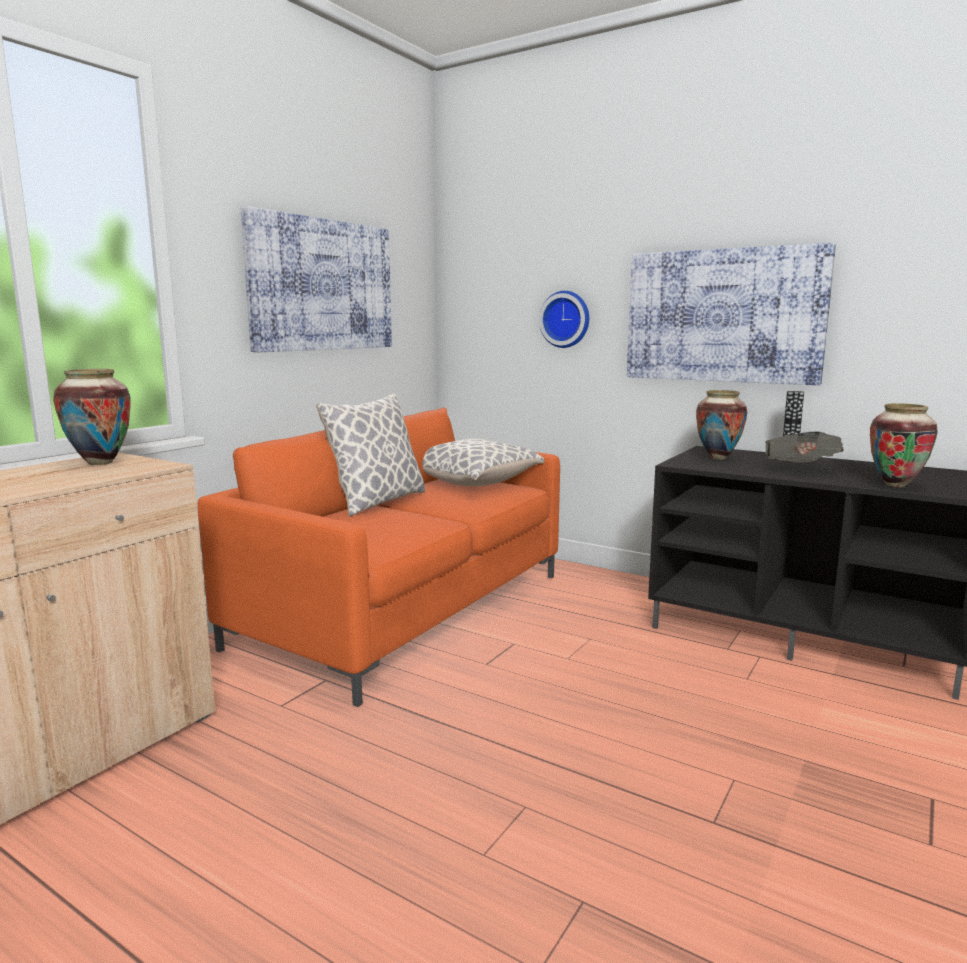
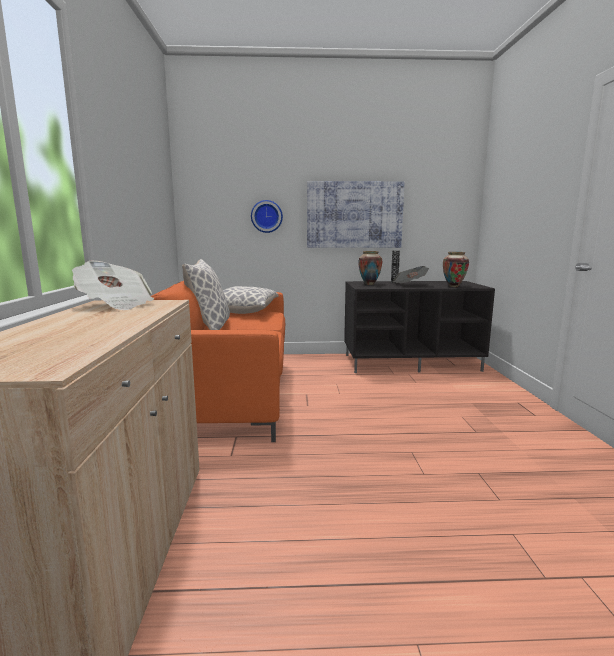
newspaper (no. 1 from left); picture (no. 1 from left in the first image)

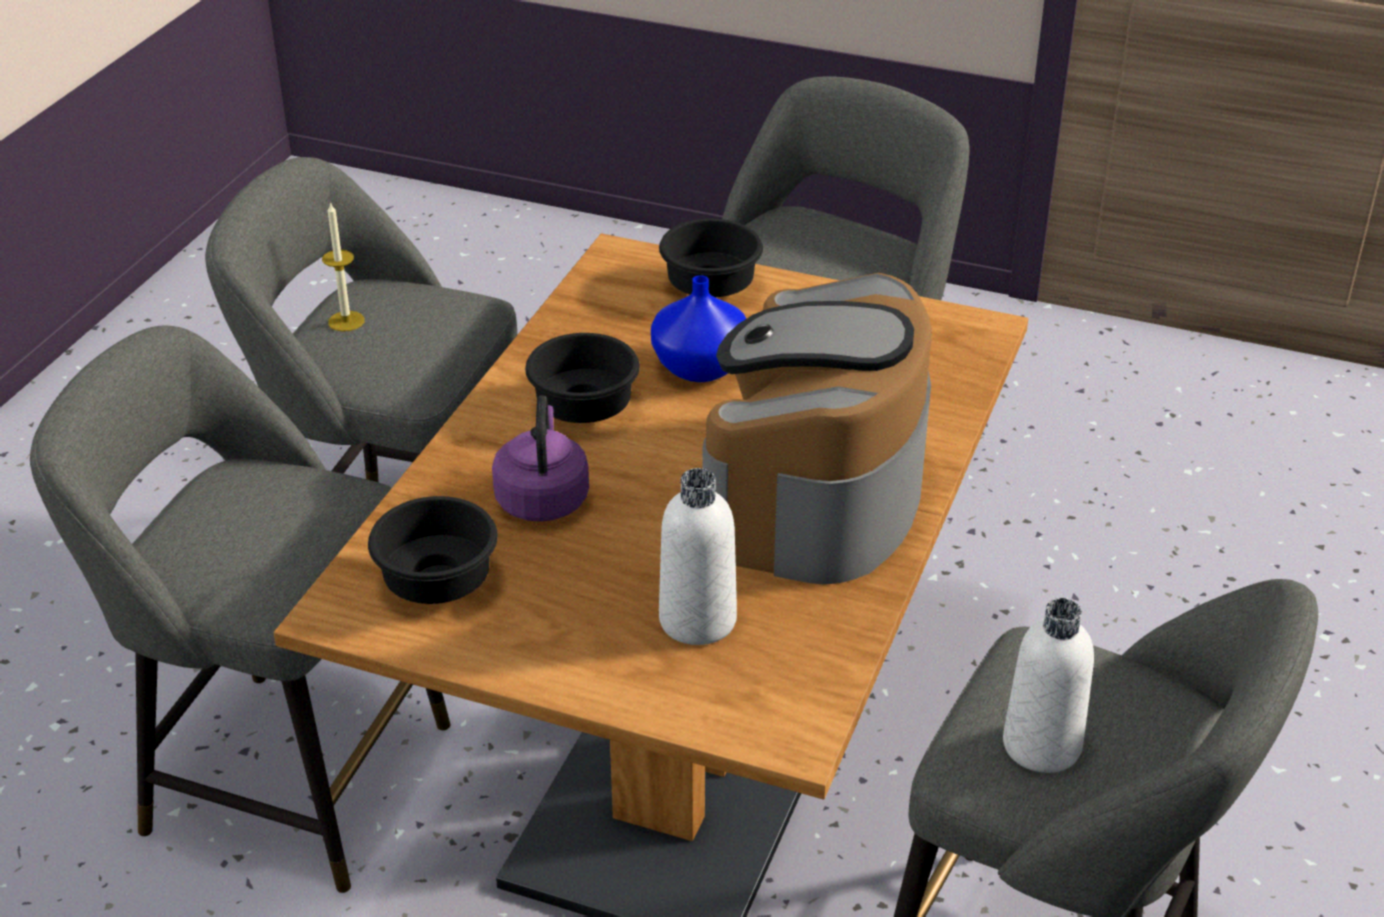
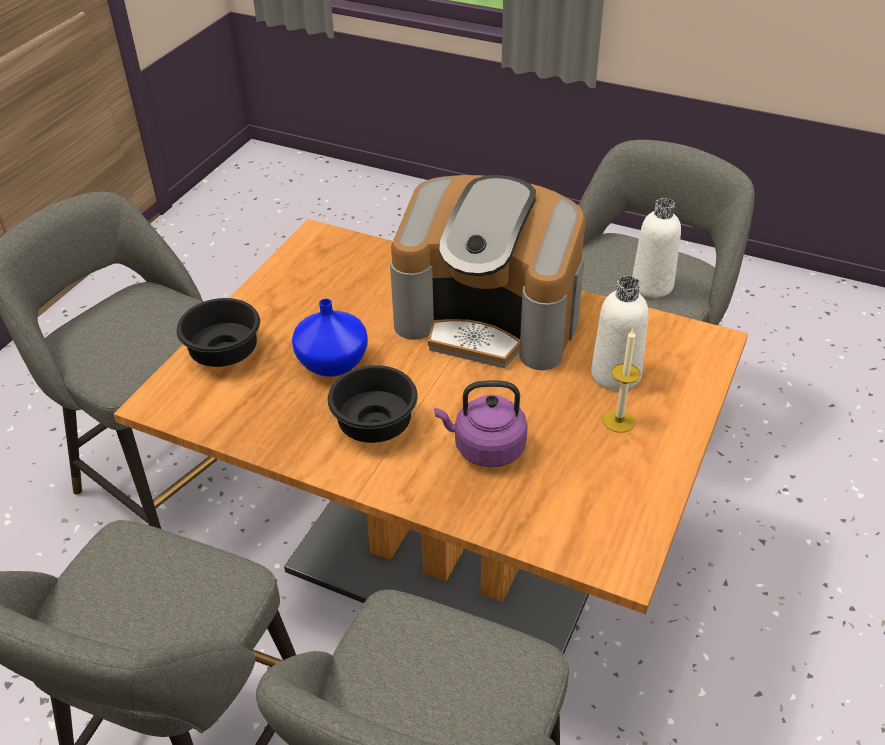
candle; bowl in black (no. 1 from left in the first image)

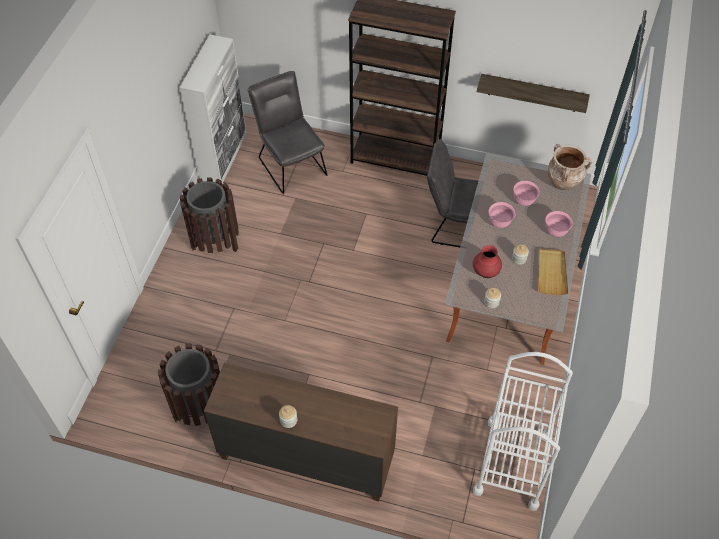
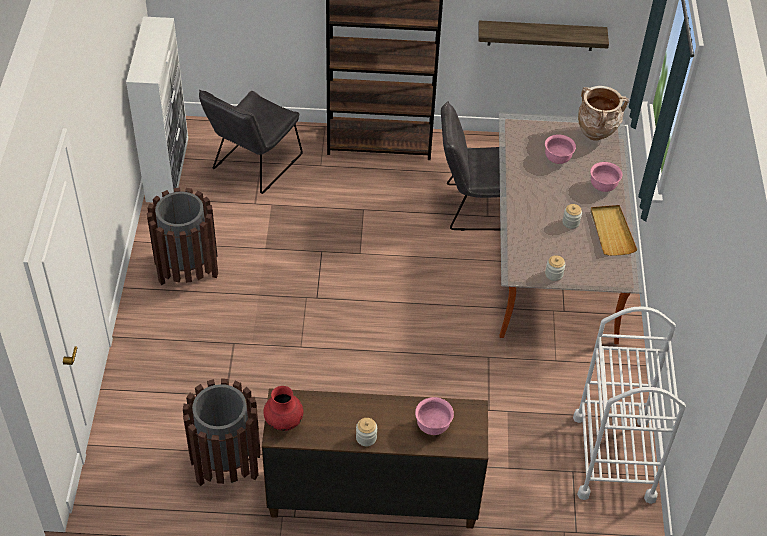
chair in grey (no. 1 from left); vase in red; bowl in pink (no. 1 from left)

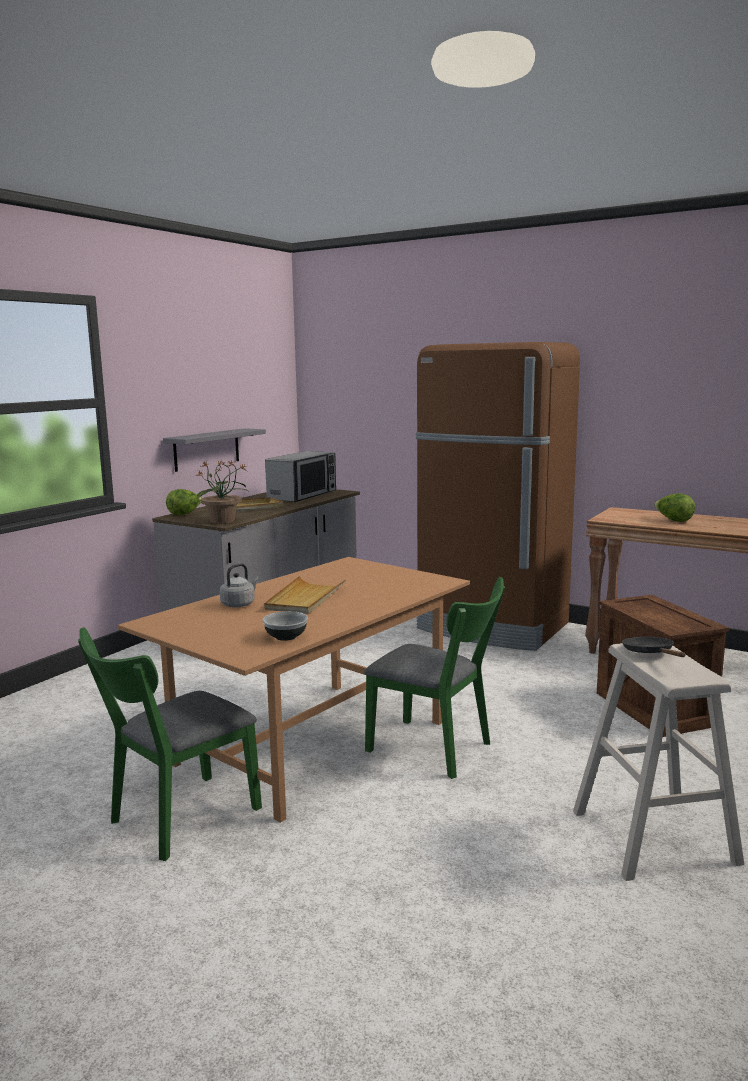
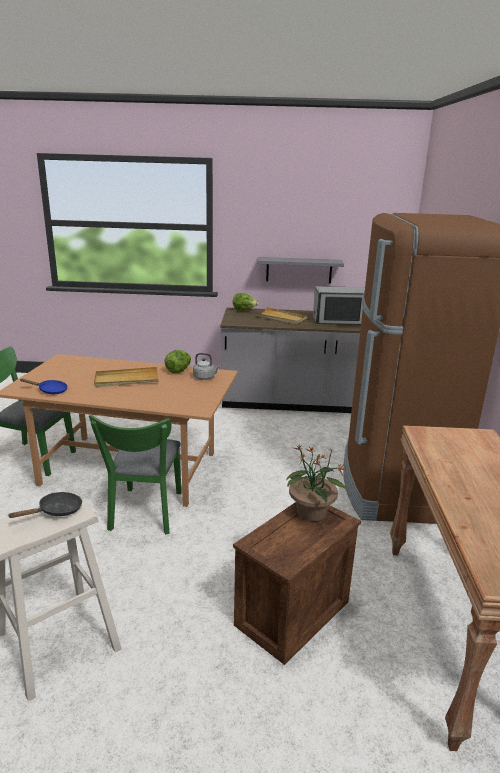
frying pan in blue; lettuce (no. 1 from left); kettle in grey; potted plant

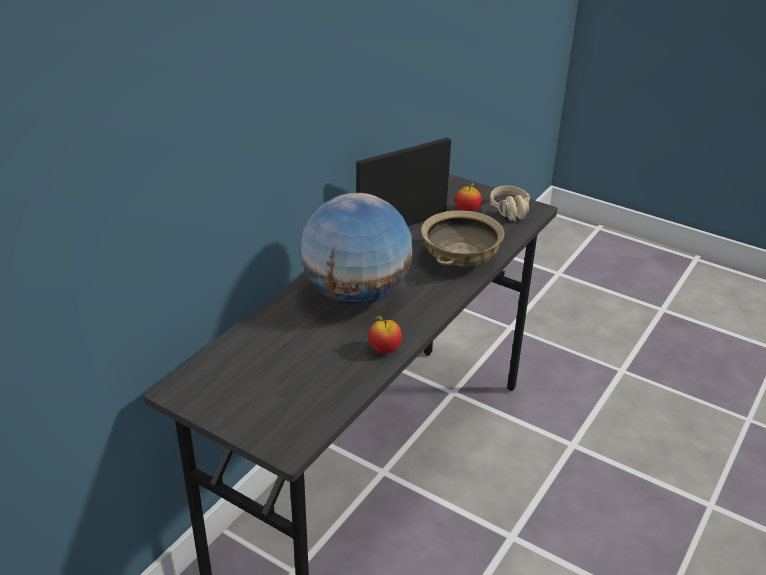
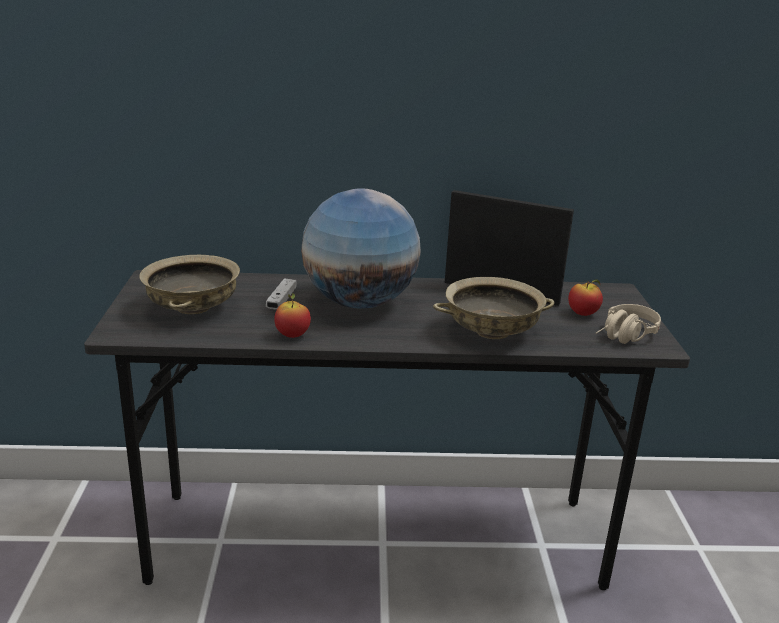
bowl in beige (no. 1 from left); game controller in white

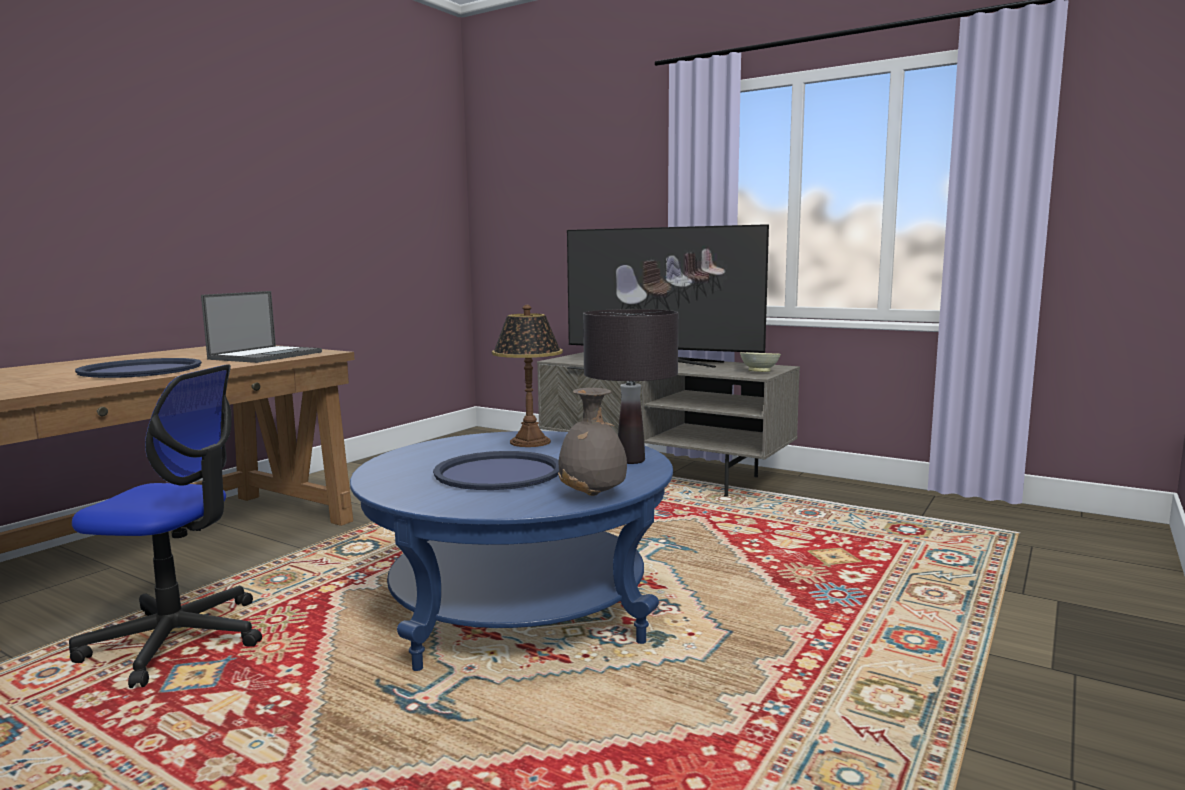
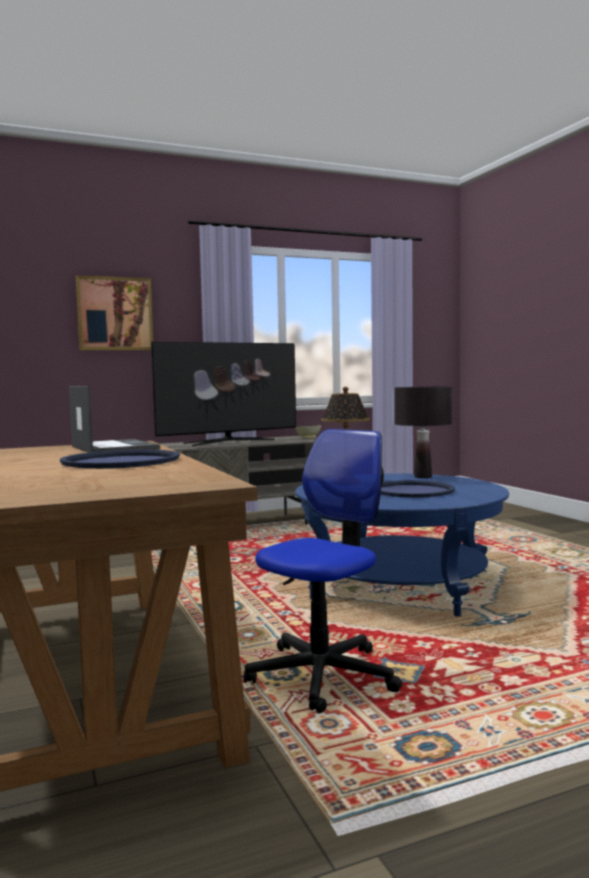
picture; vase in grey

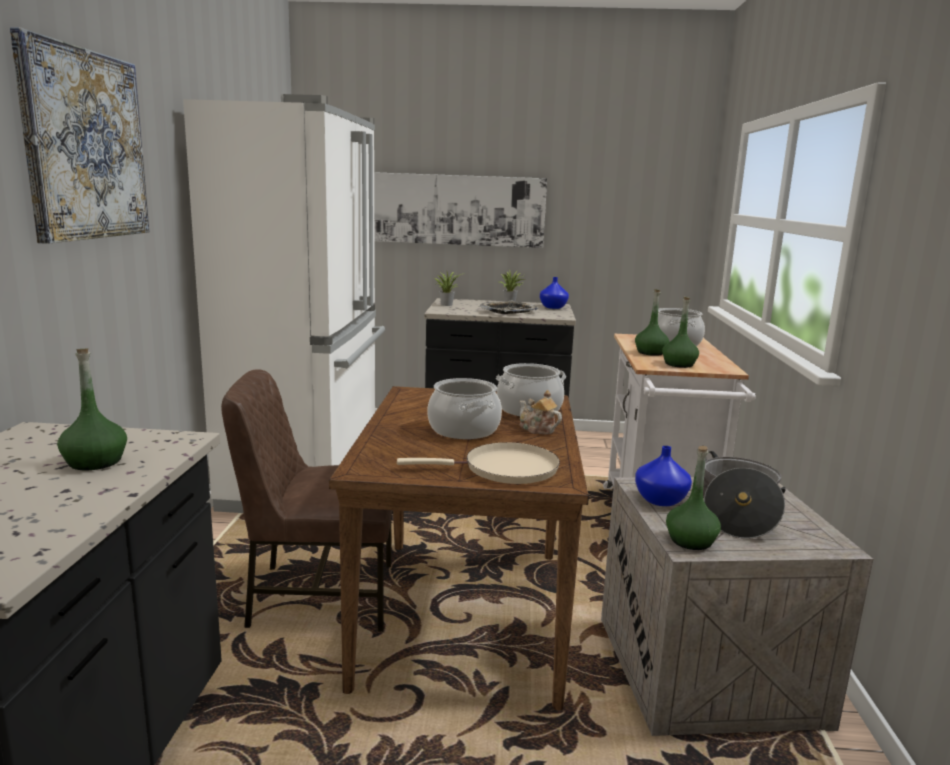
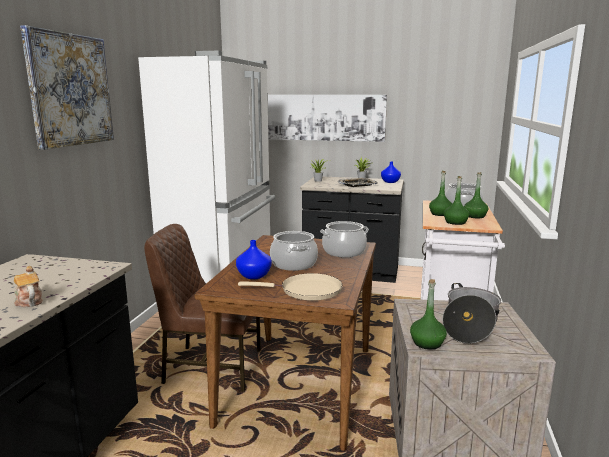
teapot; vase in blue (no. 1 from left); bottle in green (no. 4 from left)

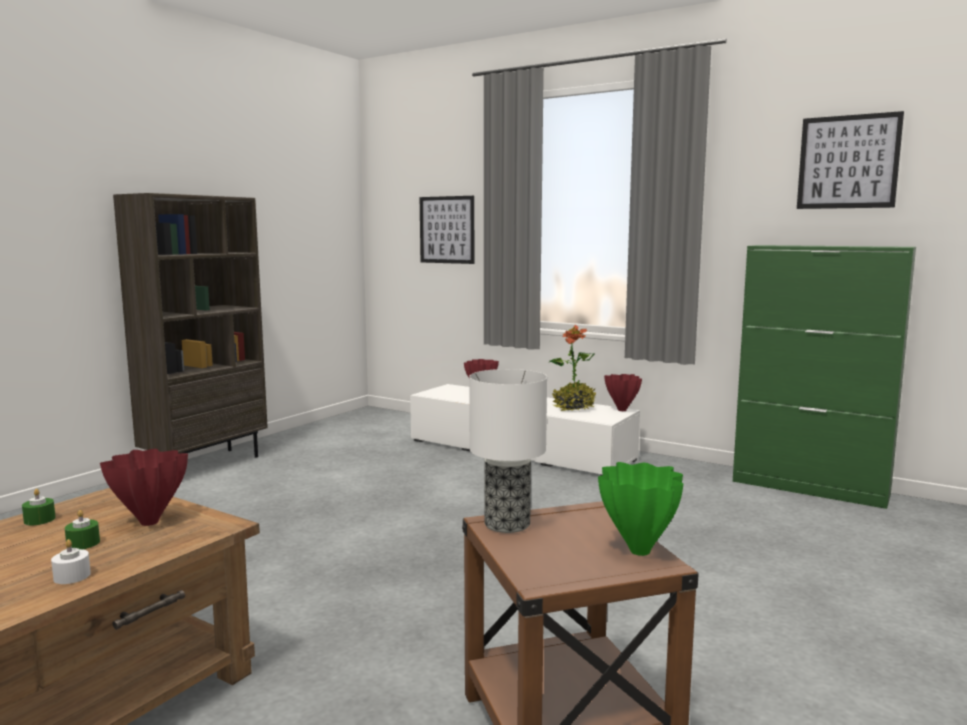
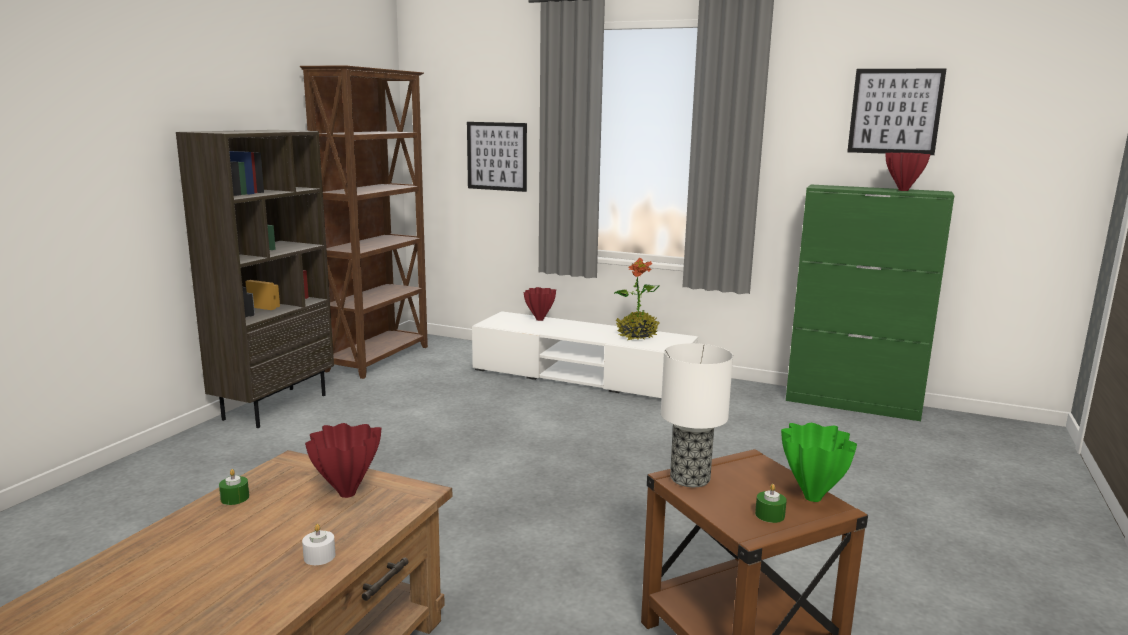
bookcase in brown (no. 2 from left); candle in green (no. 2 from left); vase in red (no. 3 from left)

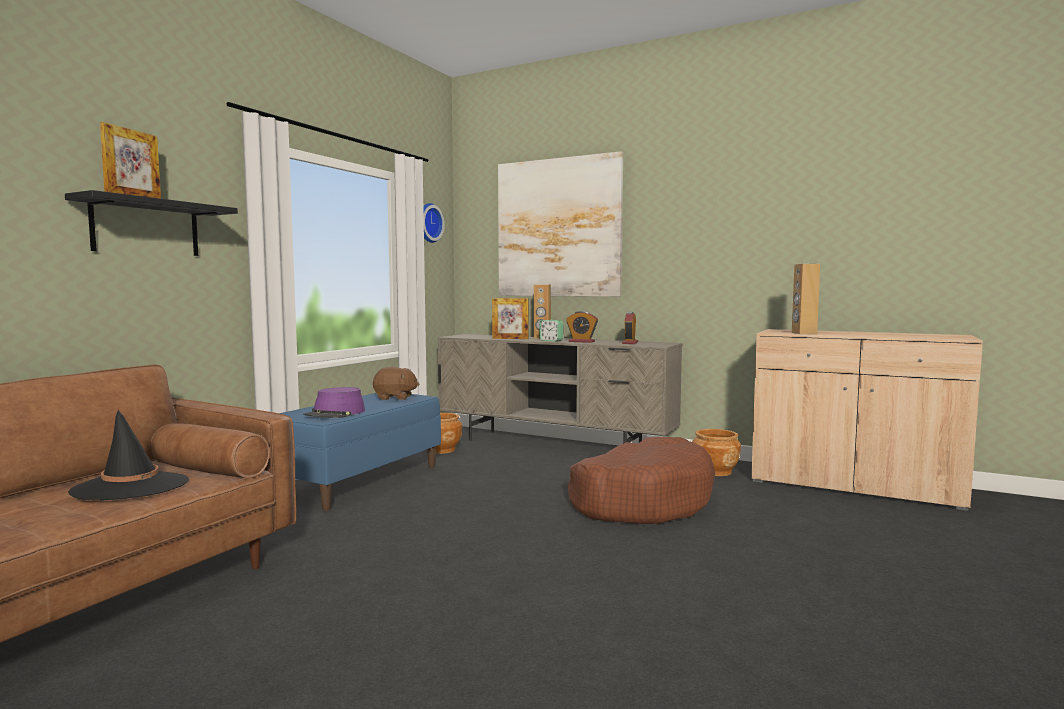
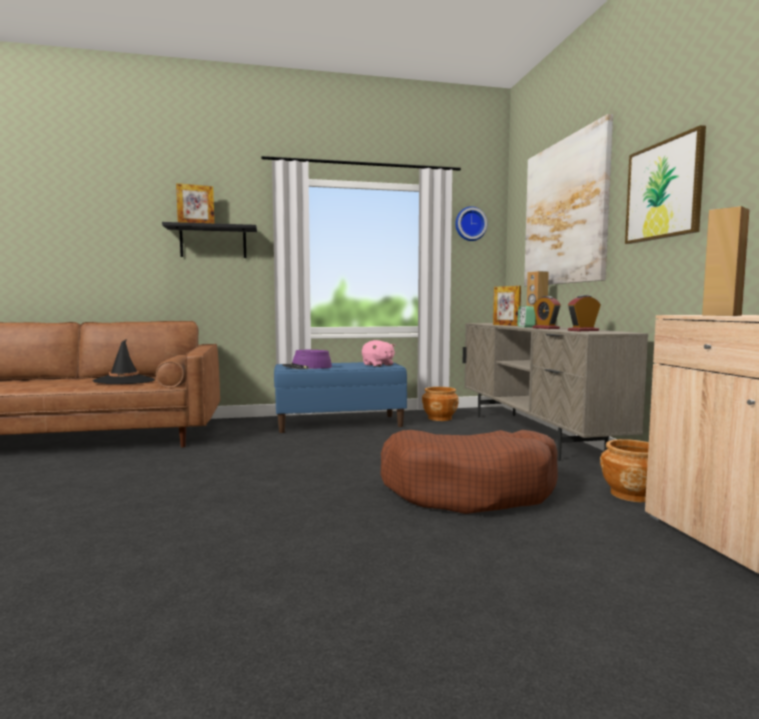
plush toy in pink; picture (no. 2 from left)

